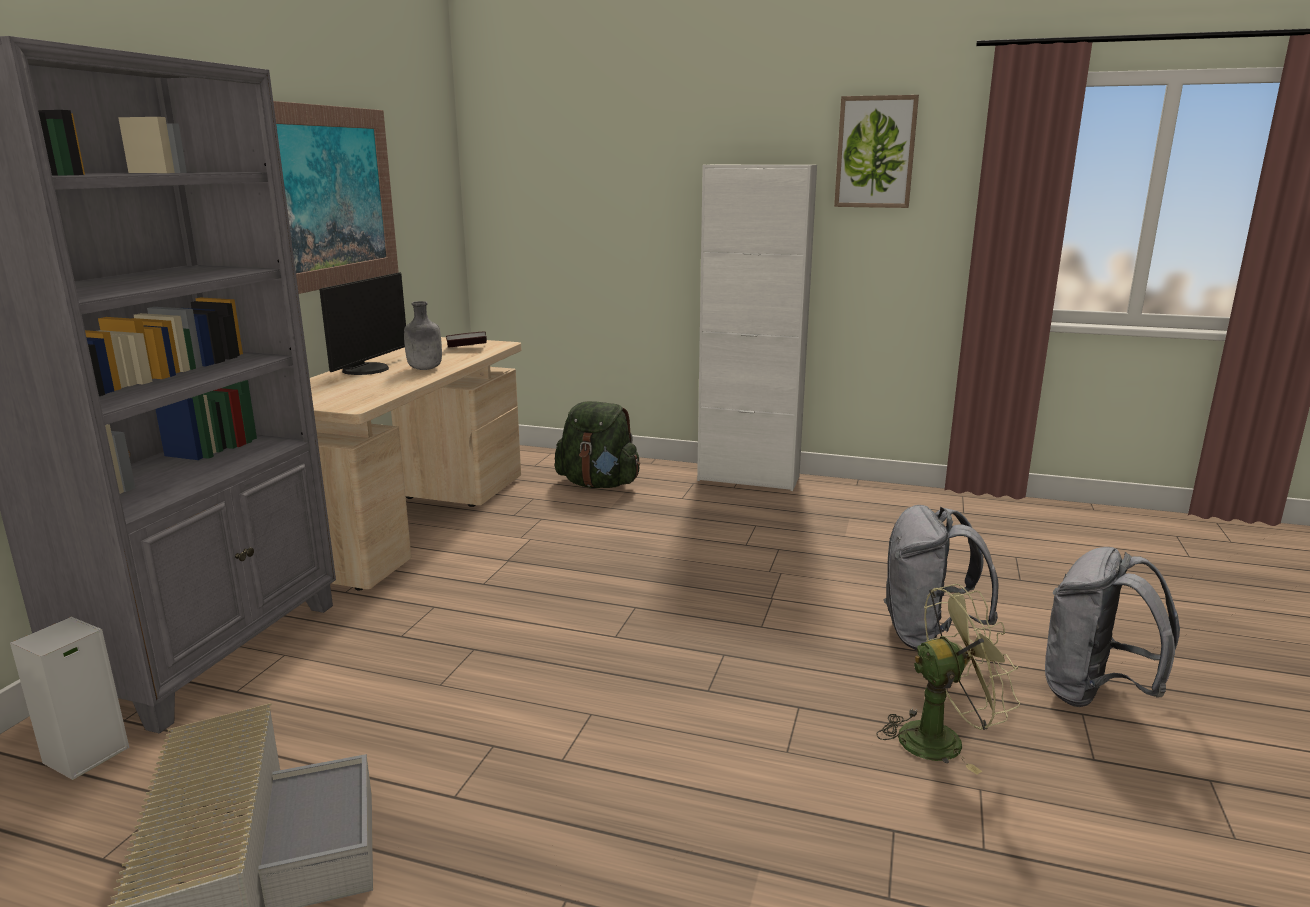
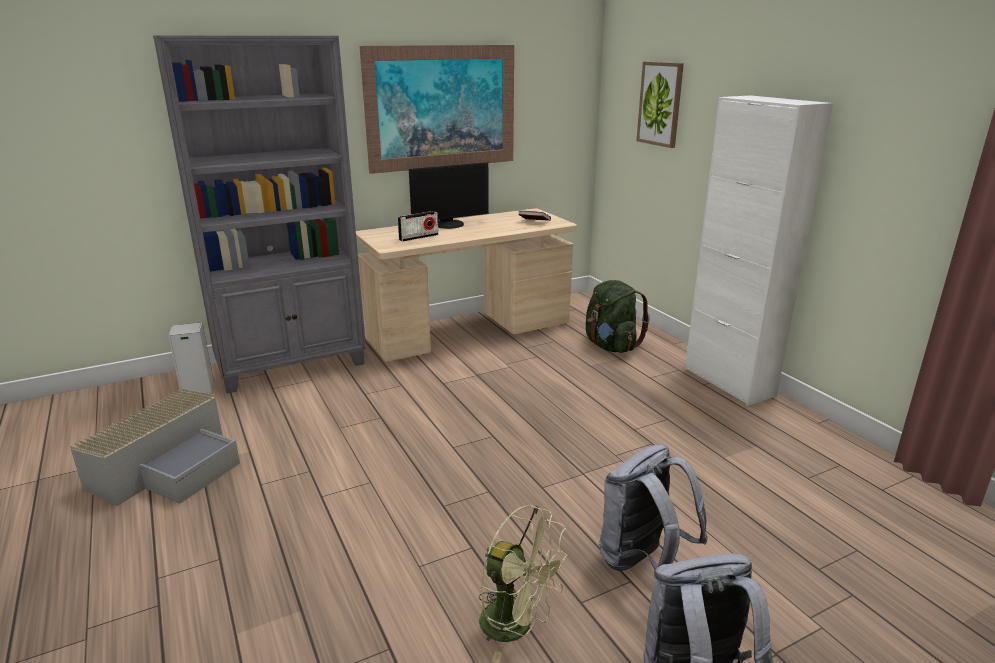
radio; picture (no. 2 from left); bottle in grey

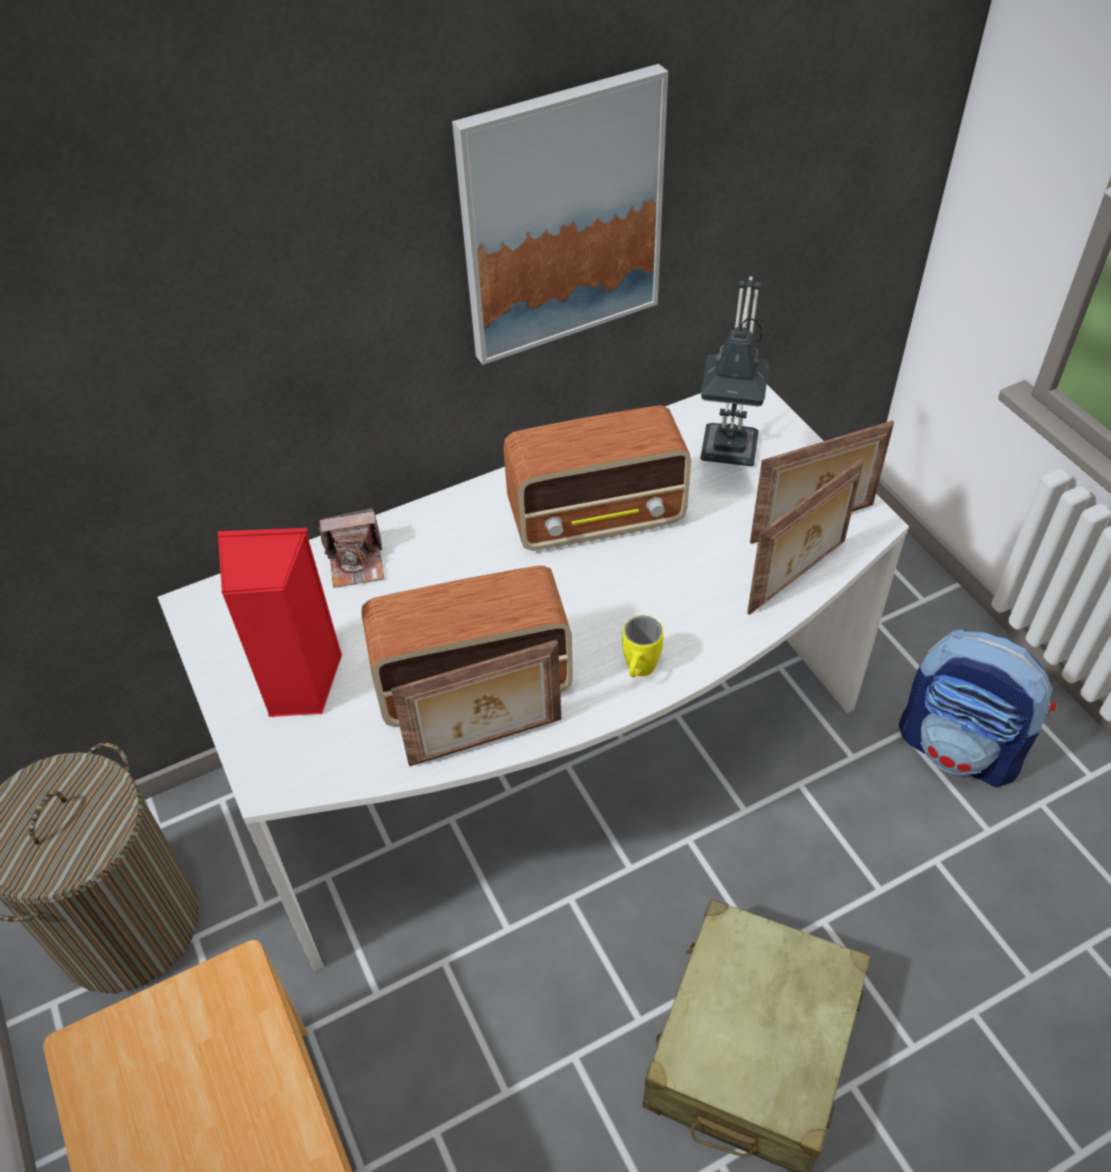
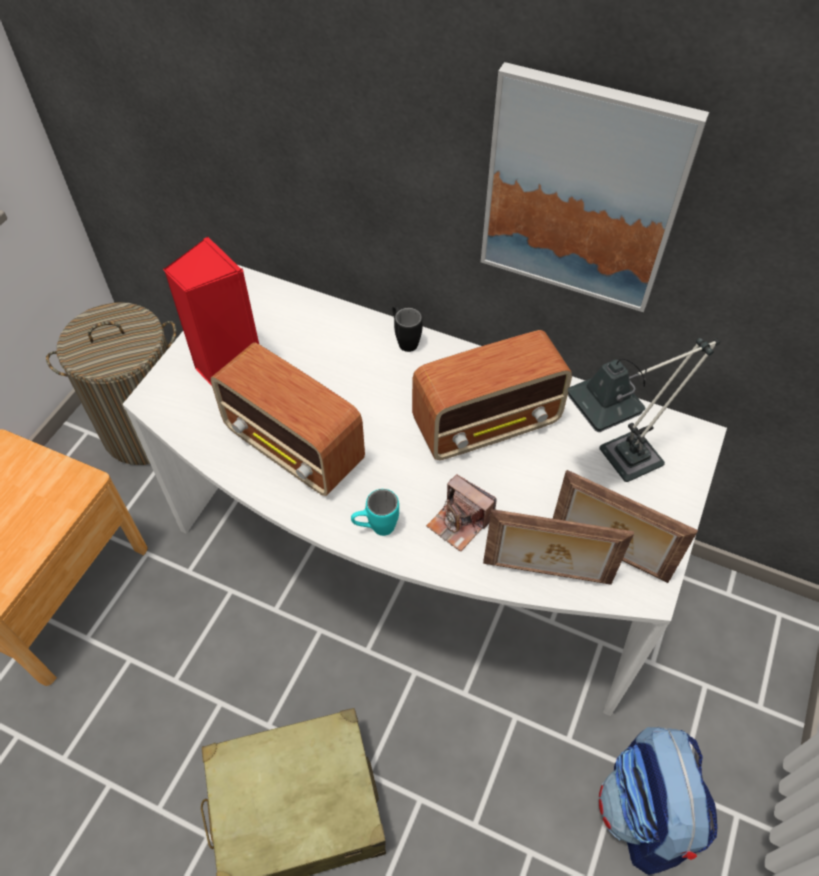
mug in turquoise; mug in black; radio (no. 2 from left); photo camera; picture frame (no. 1 from left in the first image)

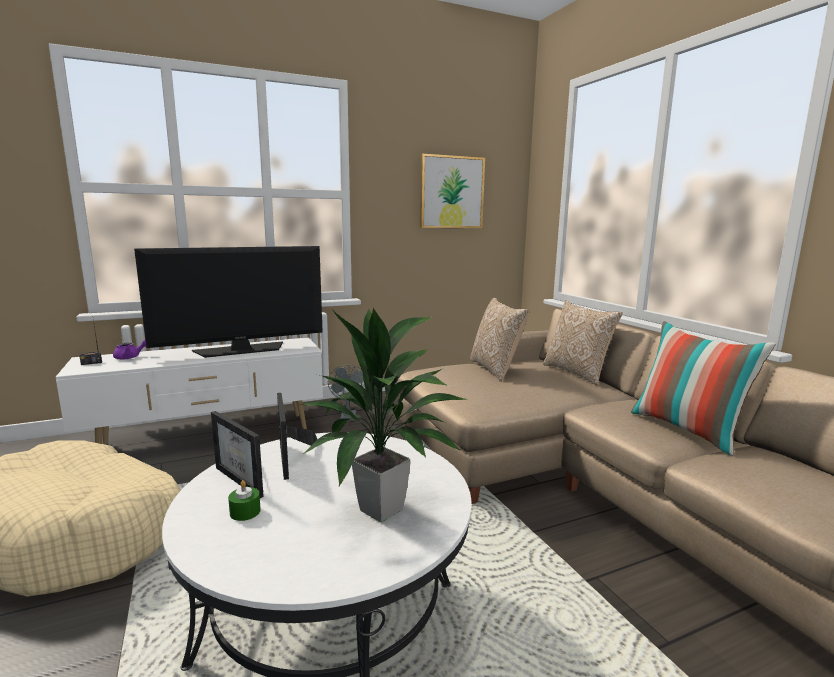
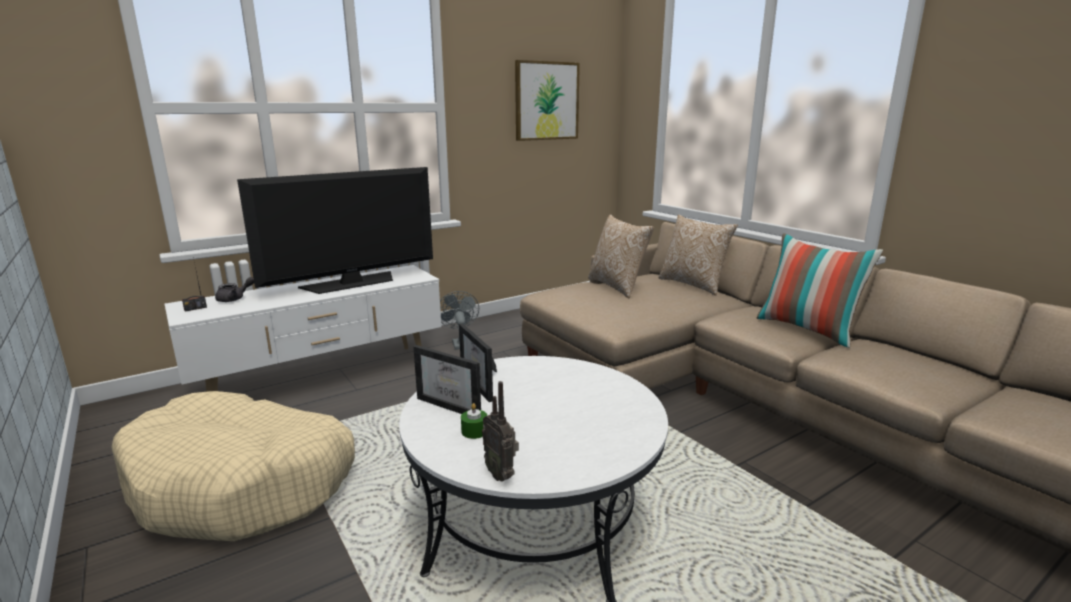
teapot in grey; radio (no. 2 from left); potted plant

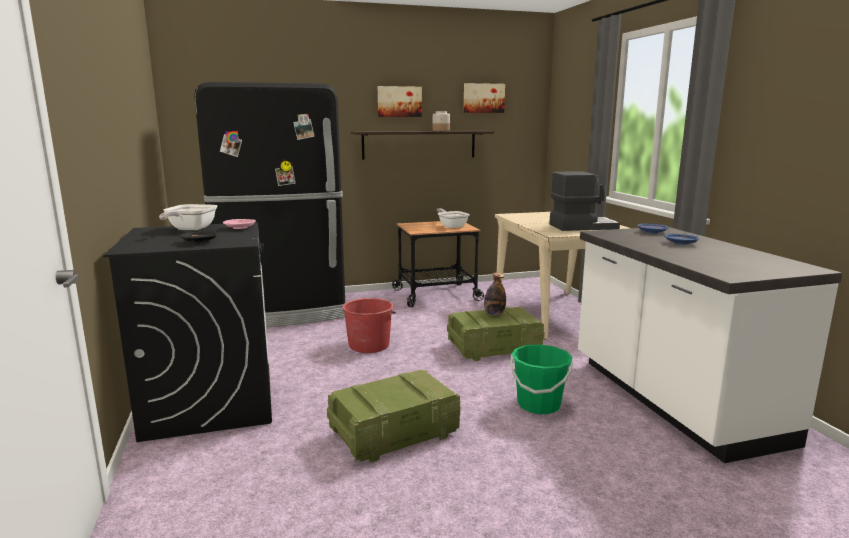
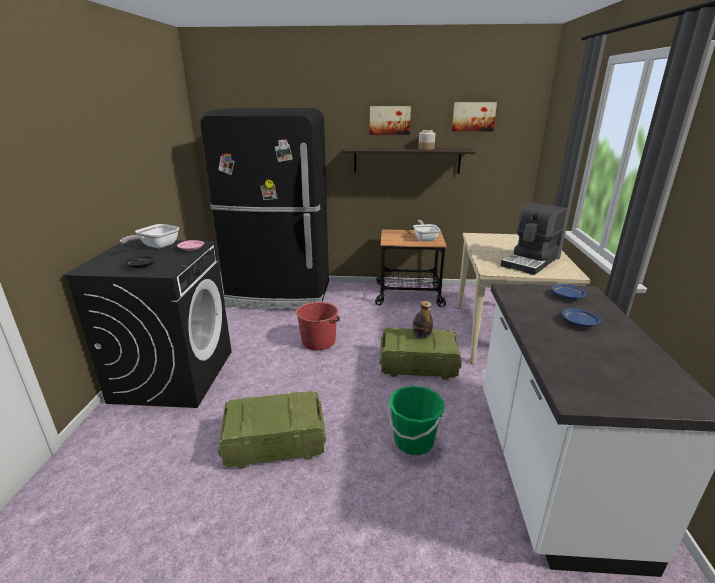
coffee machine

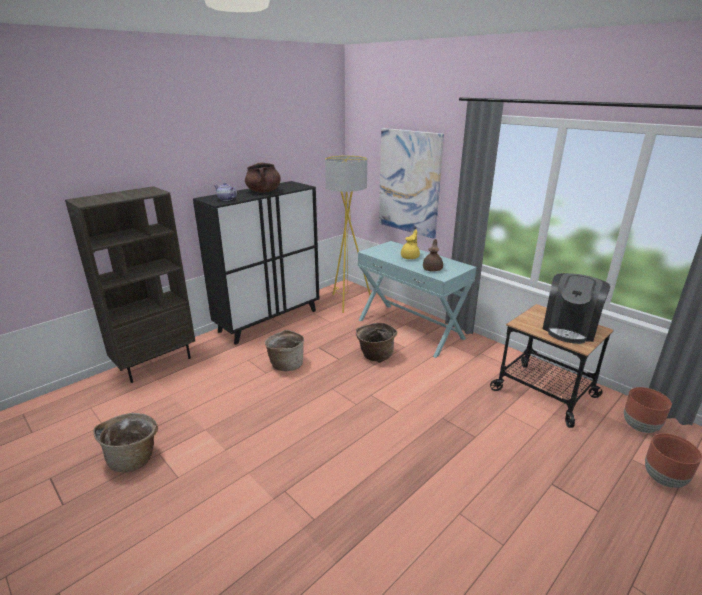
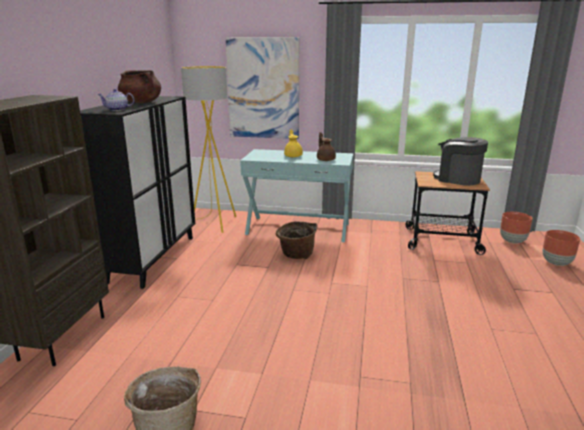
coffee machine; basket (no. 2 from left in the first image)

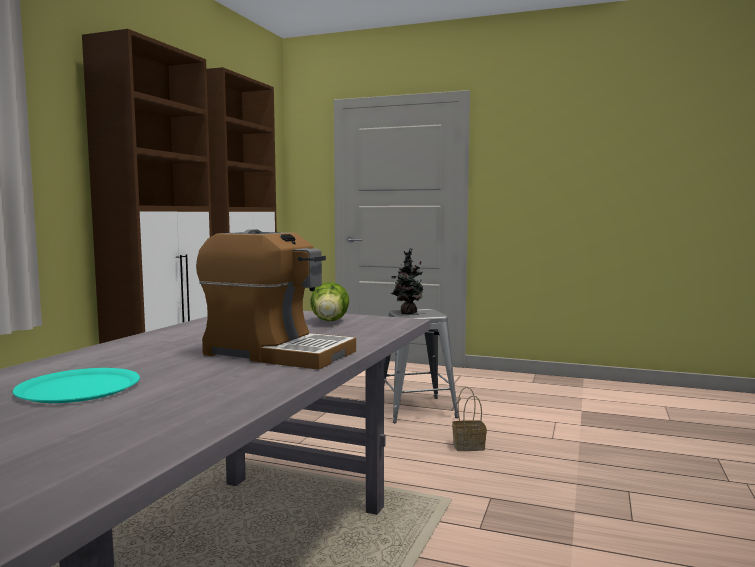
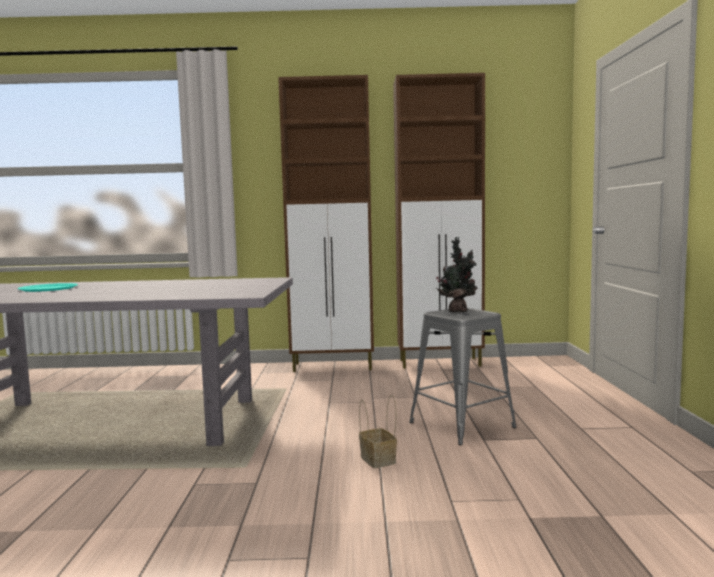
coffee machine; lettuce

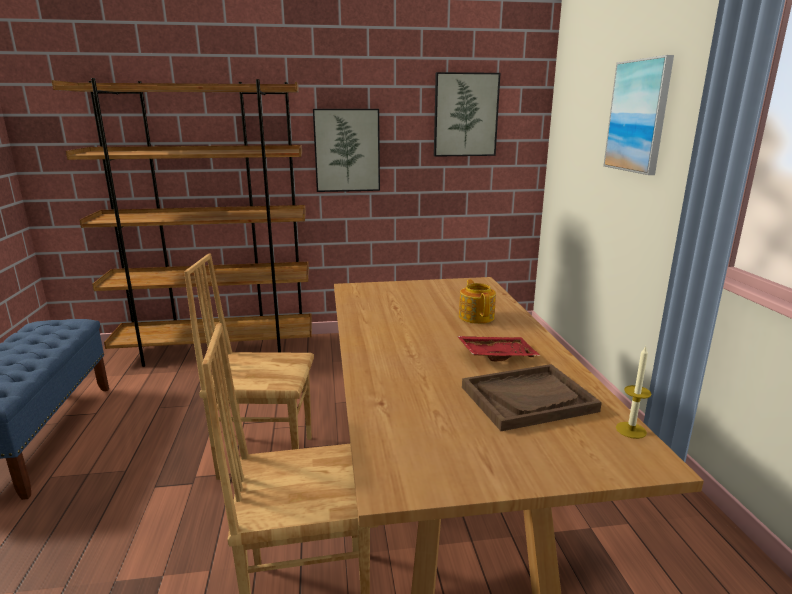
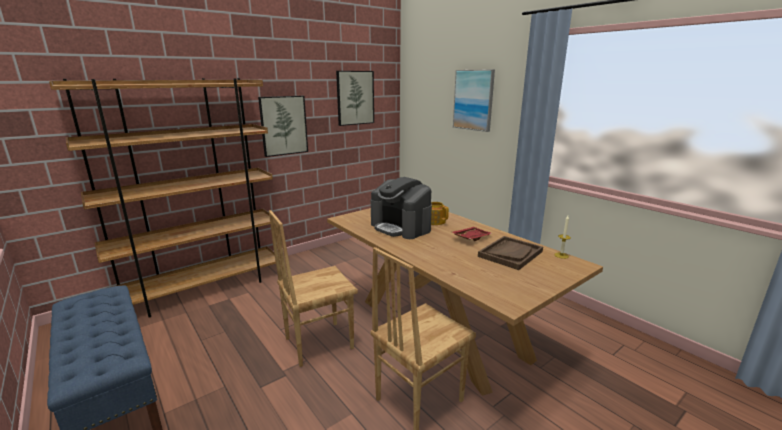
coffee machine

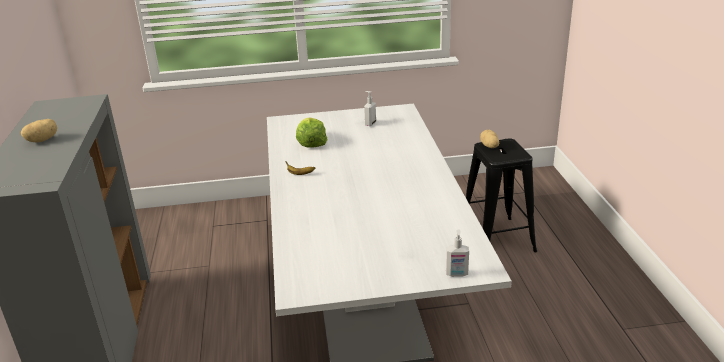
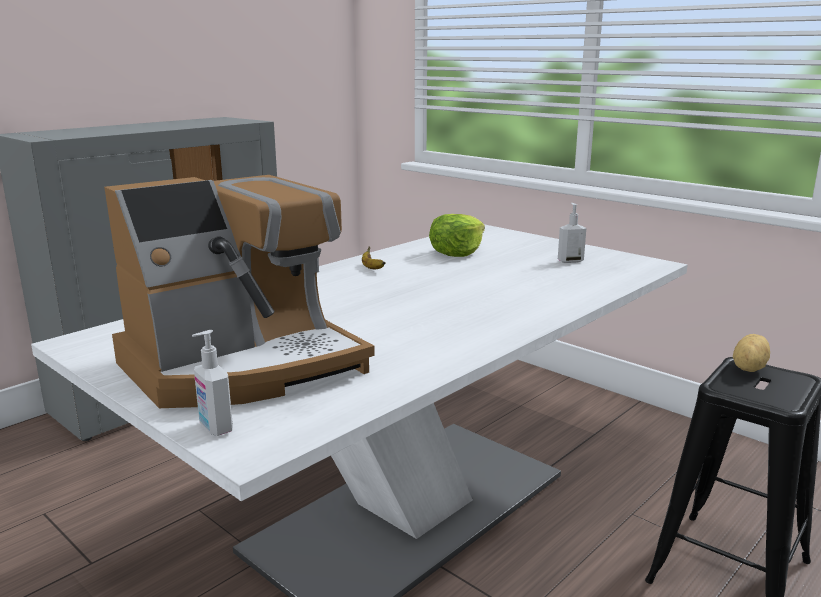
coffee machine; potato (no. 1 from left in the first image)

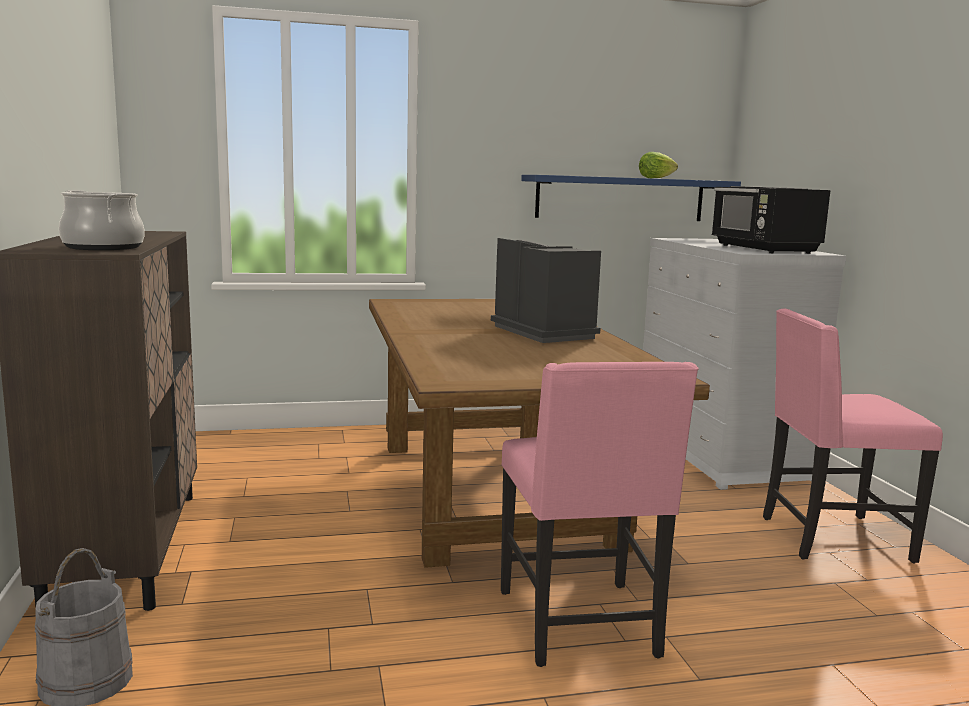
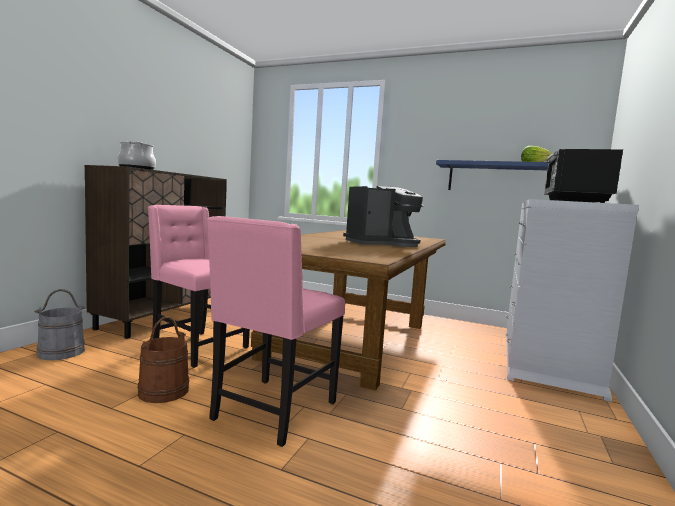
bucket in brown; chair in pink (no. 1 from left); coffee machine

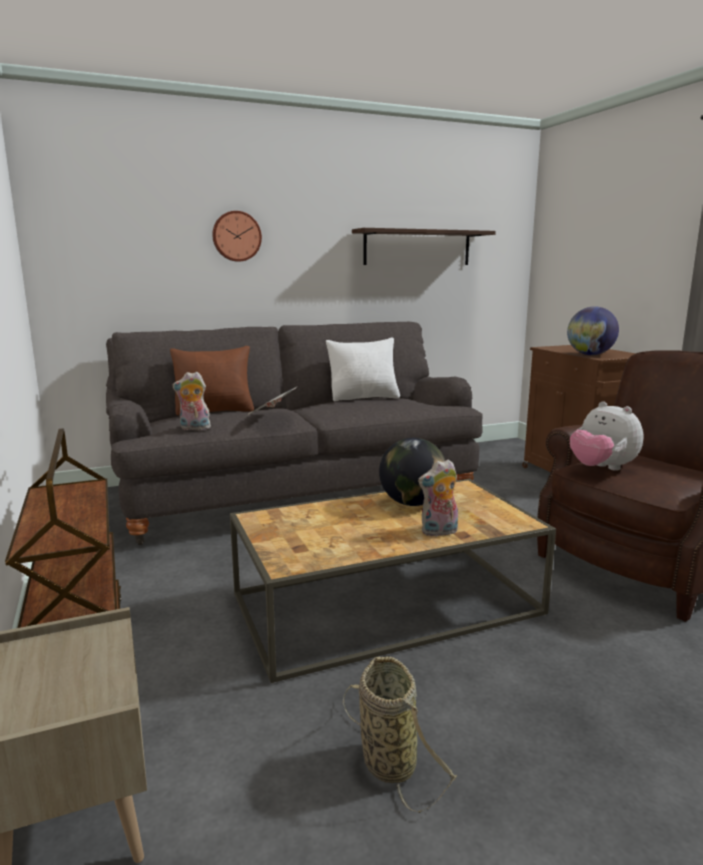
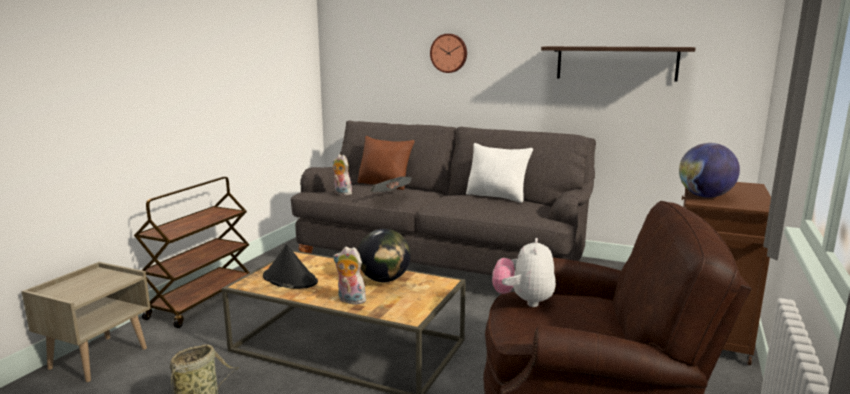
hat in black

